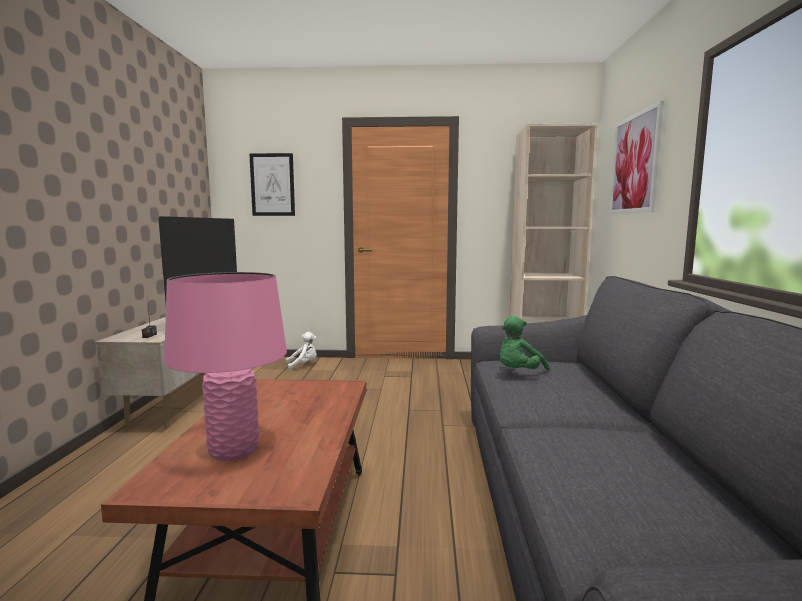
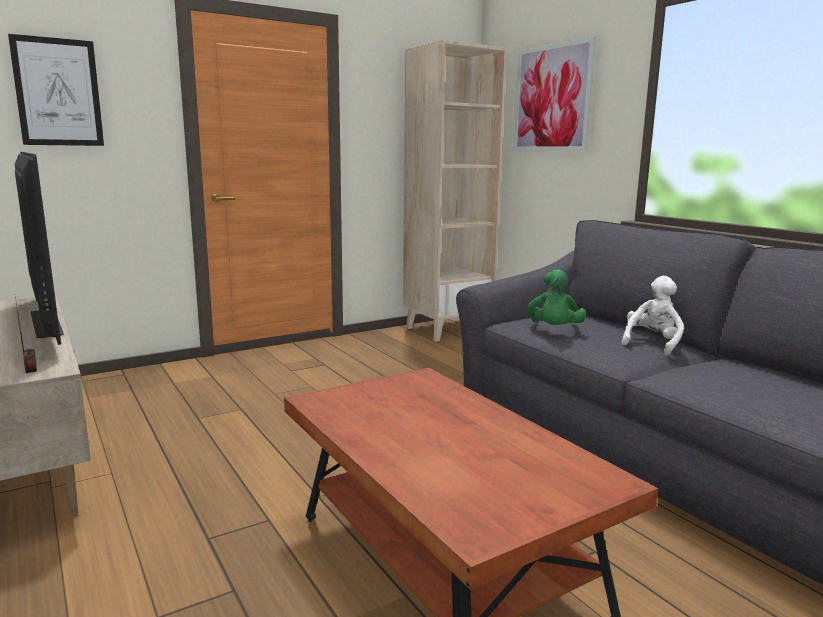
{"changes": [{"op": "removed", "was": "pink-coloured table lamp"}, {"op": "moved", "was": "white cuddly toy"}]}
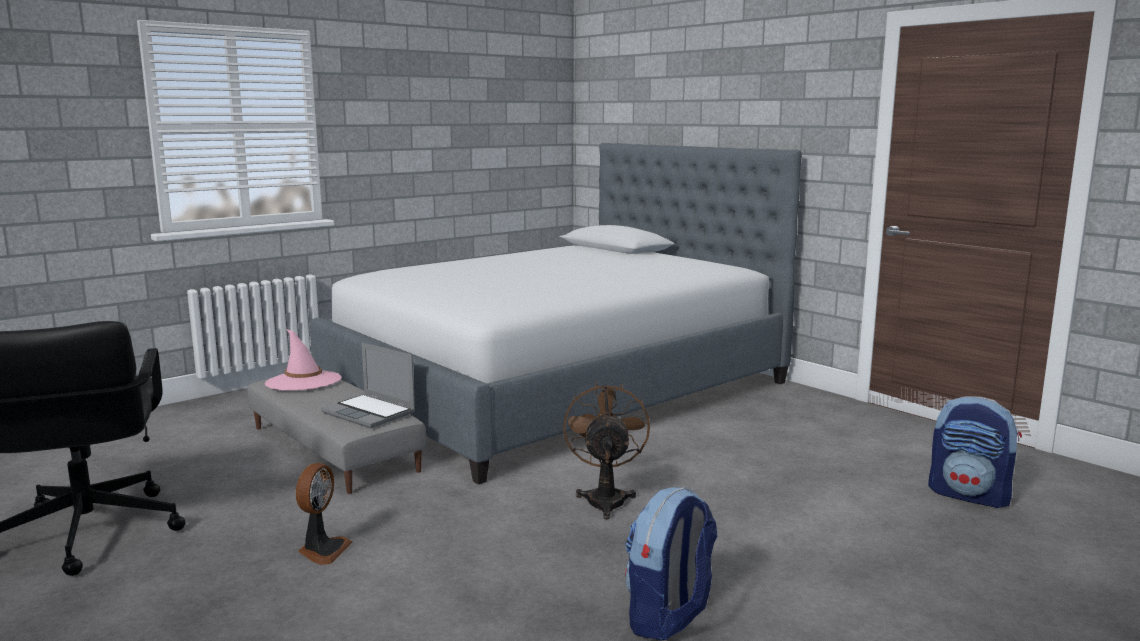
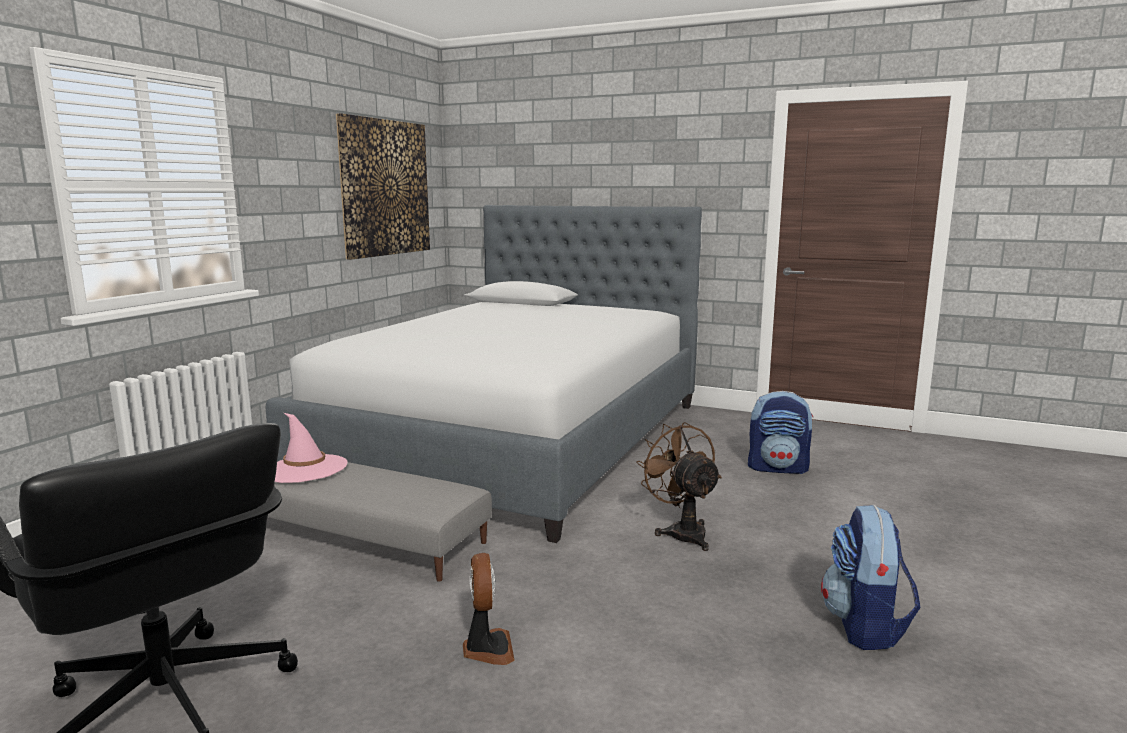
{"changes": [{"op": "removed", "was": "laptop"}, {"op": "moved", "was": "knapsack (2nd from left in the first image)", "now": "knapsack (1st from left)"}, {"op": "added", "now": "picture"}]}
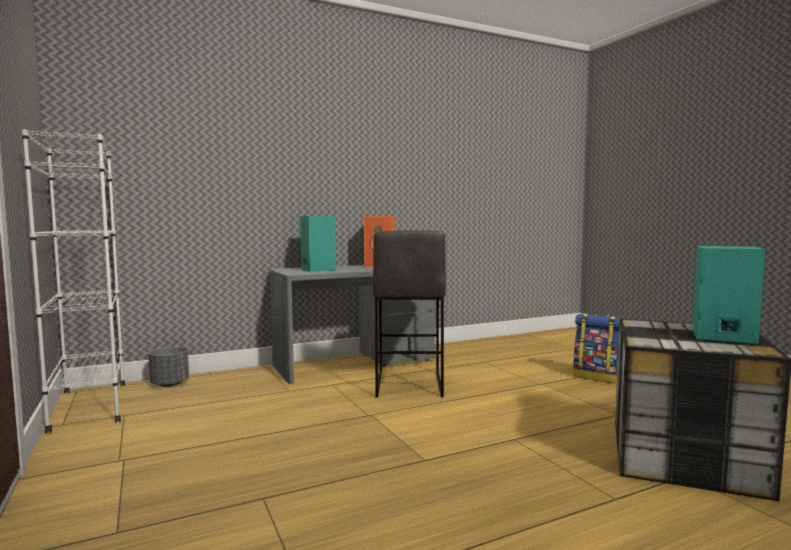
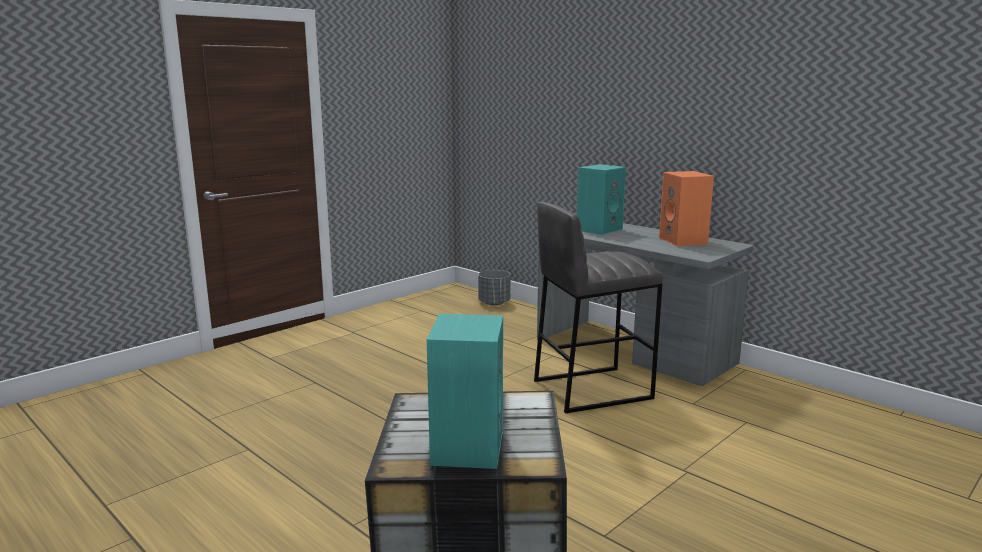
{"changes": [{"op": "removed", "was": "white bookcase"}, {"op": "removed", "was": "knapsack"}]}
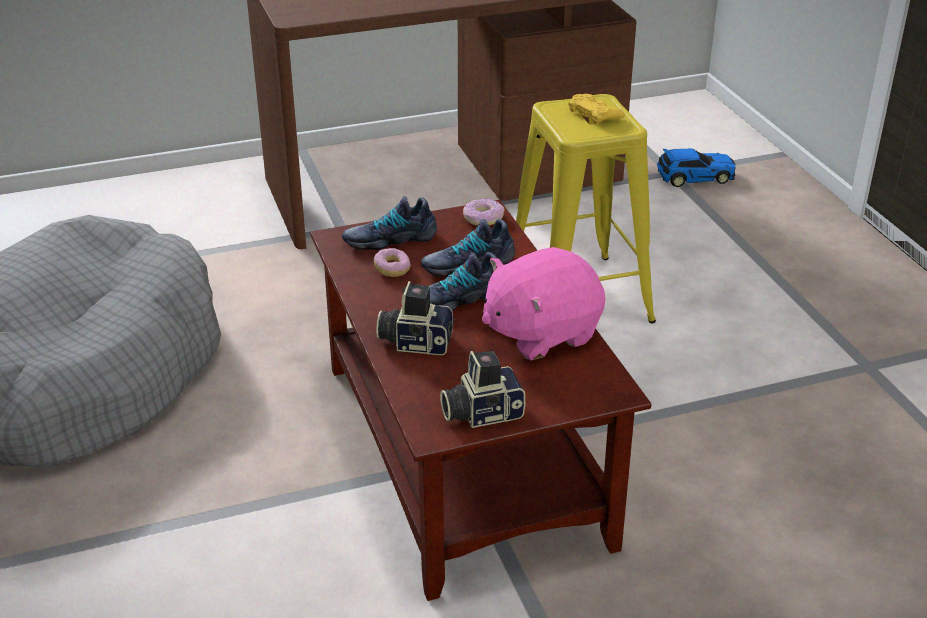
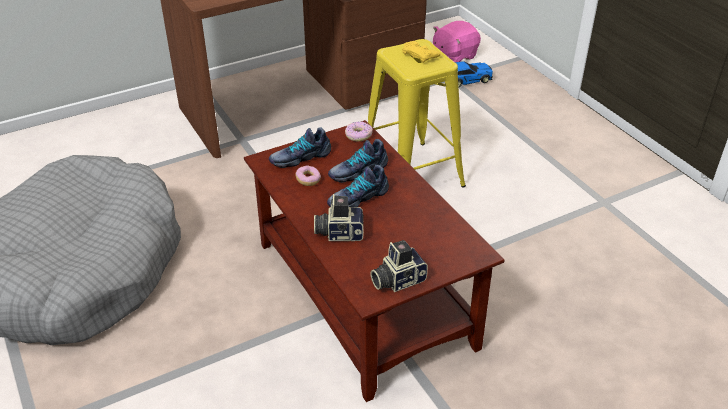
{"changes": [{"op": "moved", "was": "pink-coloured cuddly toy"}]}
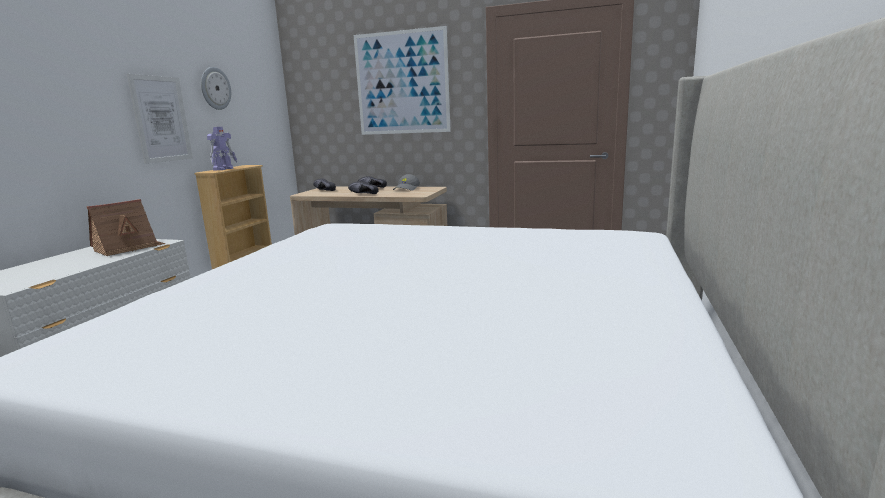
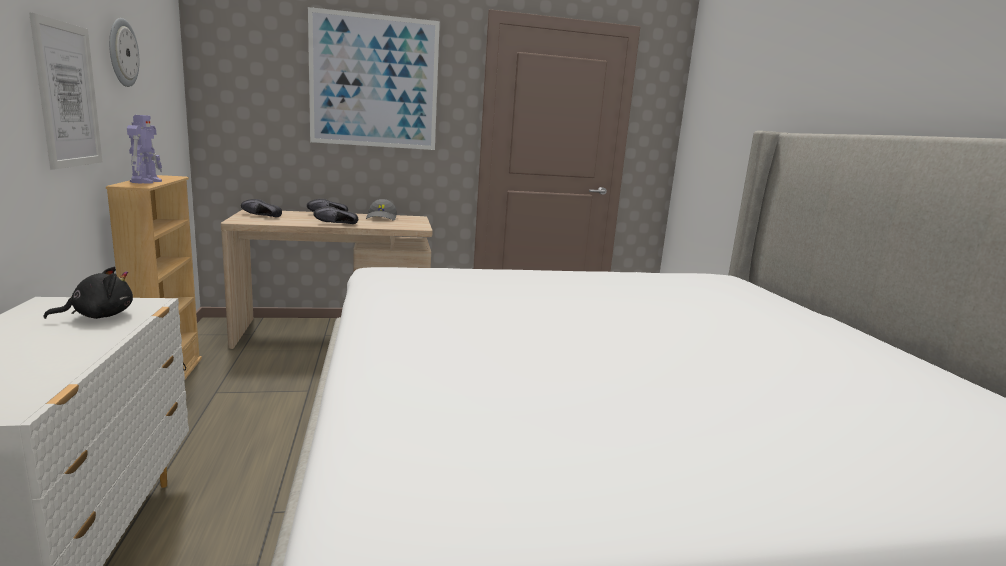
{"changes": [{"op": "replaced", "was": "miniature house", "now": "black-coloured cuddly toy"}]}
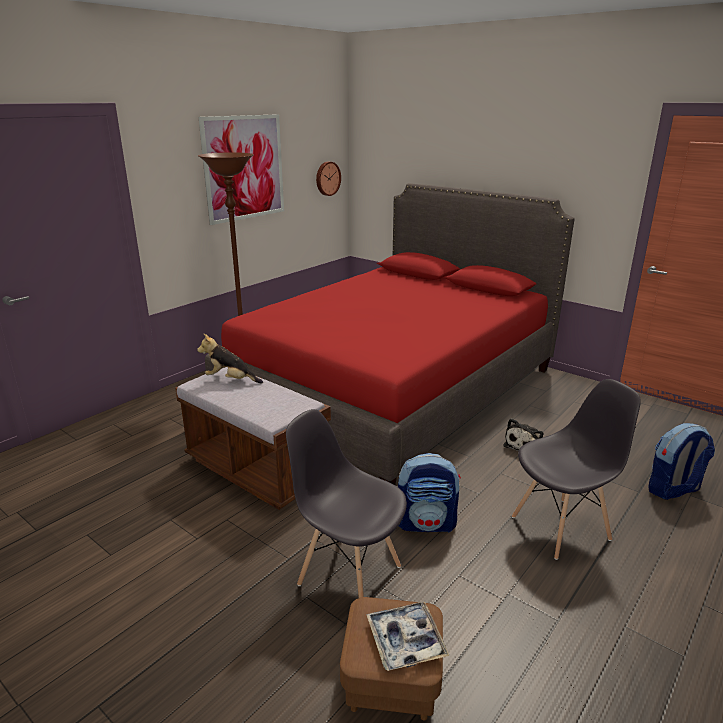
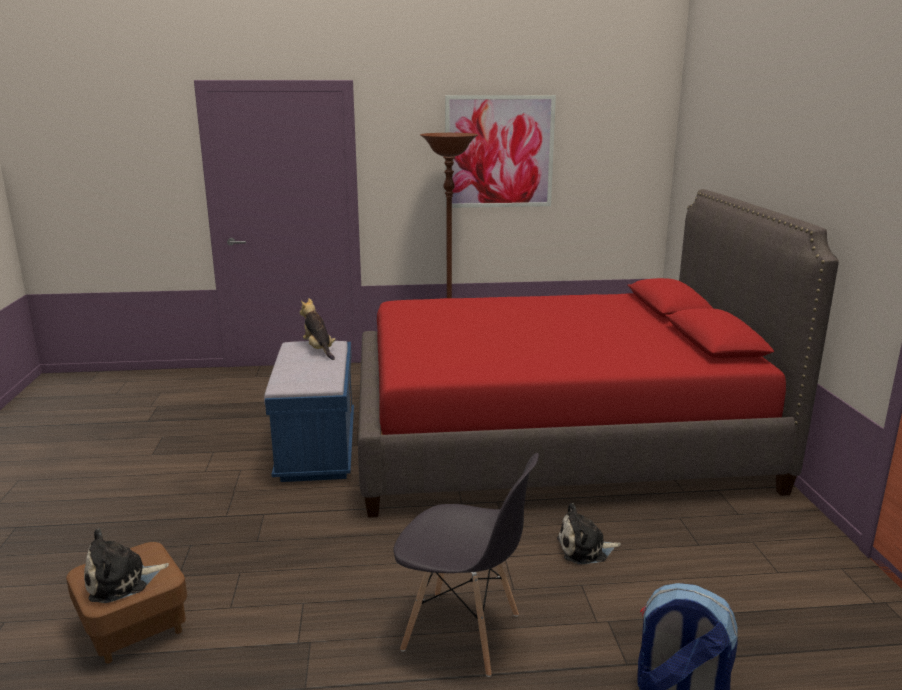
{"changes": [{"op": "recoloured", "was": "brownish long seat", "now": "blue-coloured long seat"}, {"op": "removed", "was": "greyish upright chair (1st from left)"}, {"op": "removed", "was": "wall clock"}, {"op": "replaced", "was": "tray", "now": "cuddly toy (1st from left)"}, {"op": "removed", "was": "knapsack (1st from left)"}]}
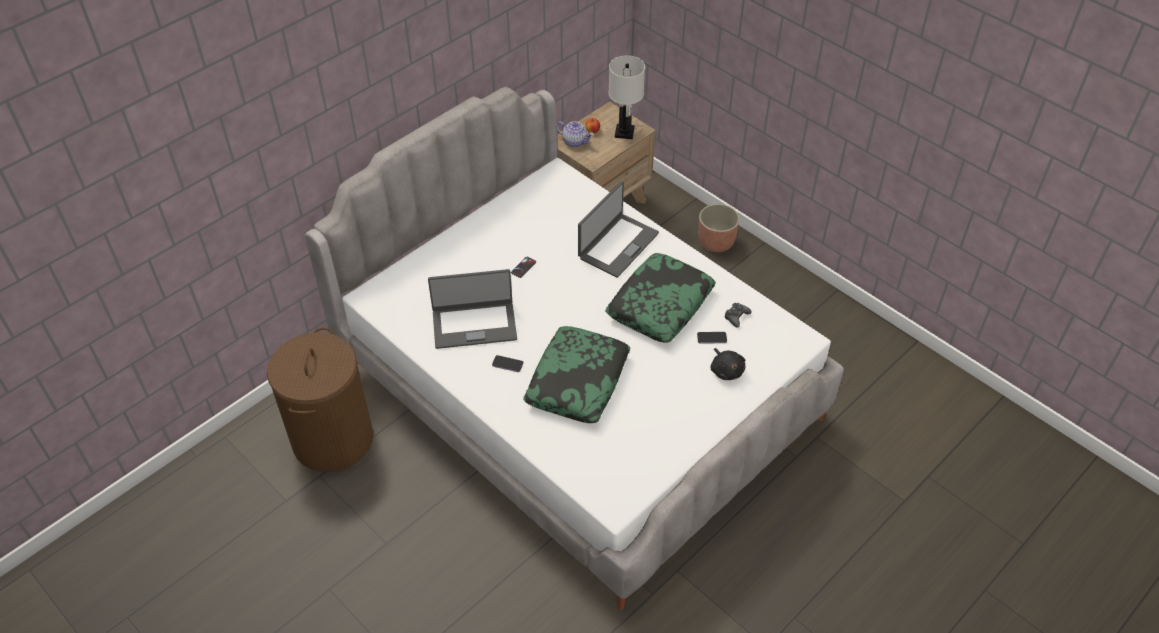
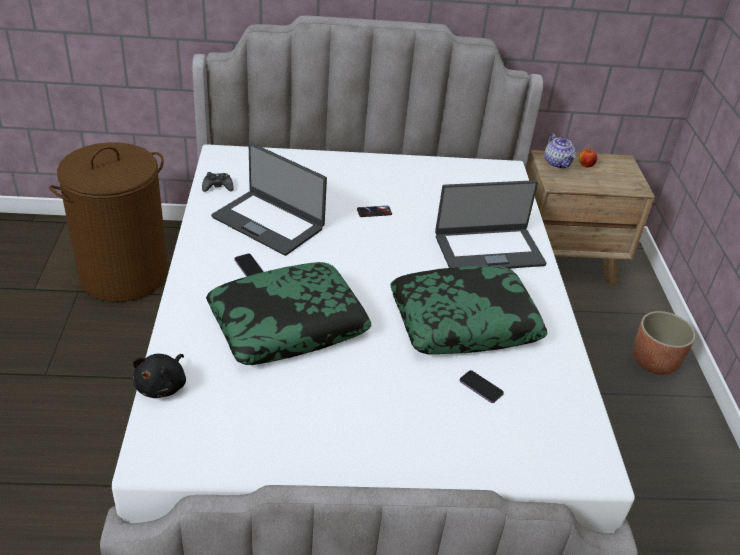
{"changes": [{"op": "removed", "was": "white table lamp"}, {"op": "moved", "was": "black-coloured cuddly toy"}, {"op": "moved", "was": "black-coloured gamepad"}]}
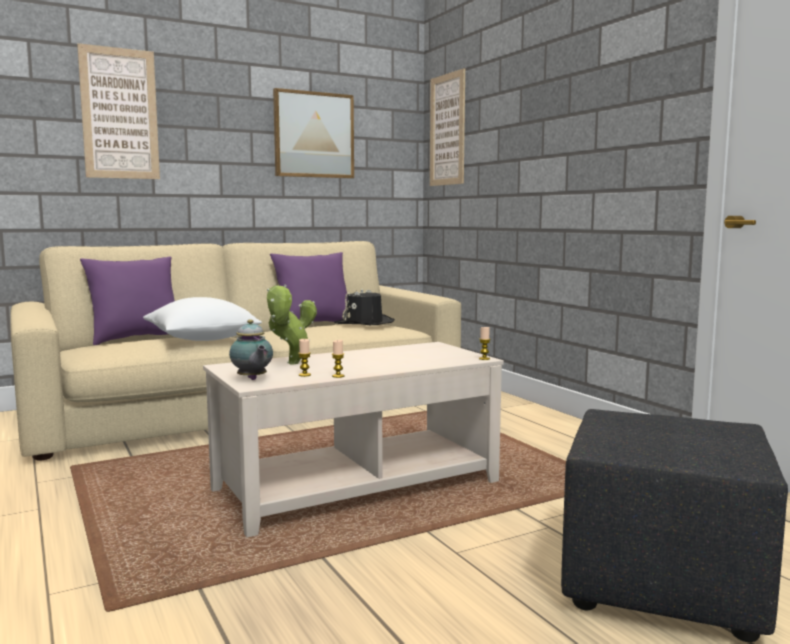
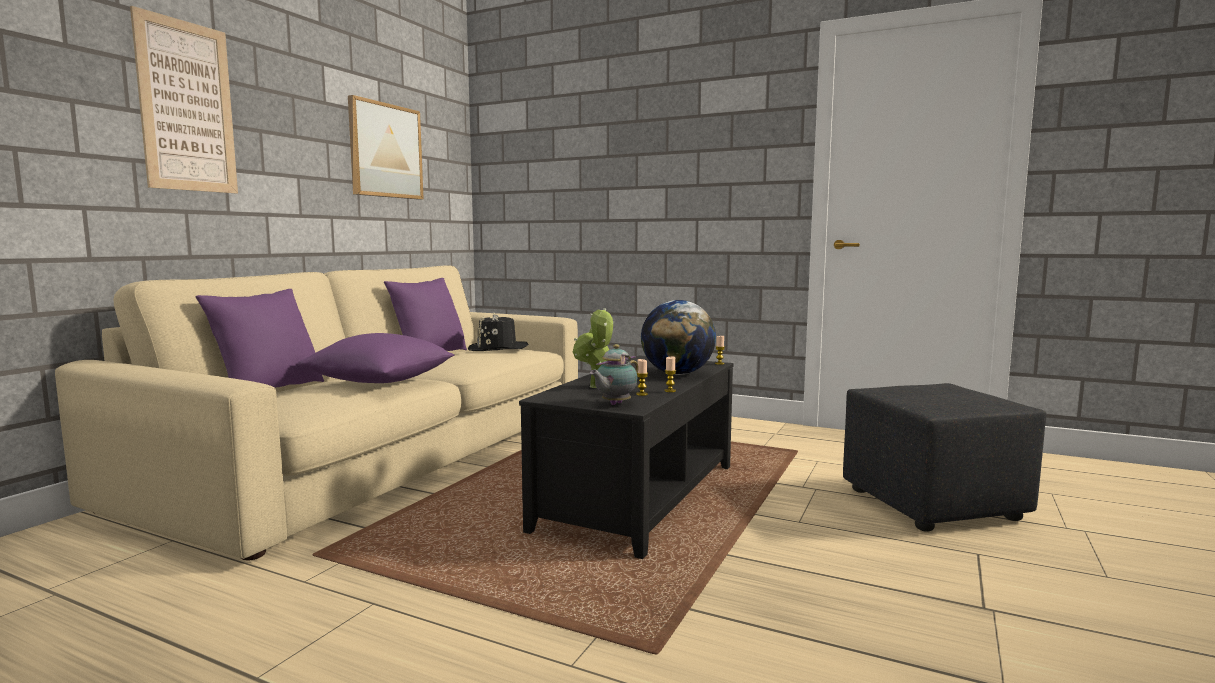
{"changes": [{"op": "recoloured", "was": "white cushion", "now": "purplish cushion (2nd from left)"}, {"op": "recoloured", "was": "beige-coloured low table", "now": "black-coloured low table"}, {"op": "turned", "was": "teapot", "clockwise": 105}, {"op": "removed", "was": "picture (3rd from left)"}, {"op": "added", "now": "world globe"}]}
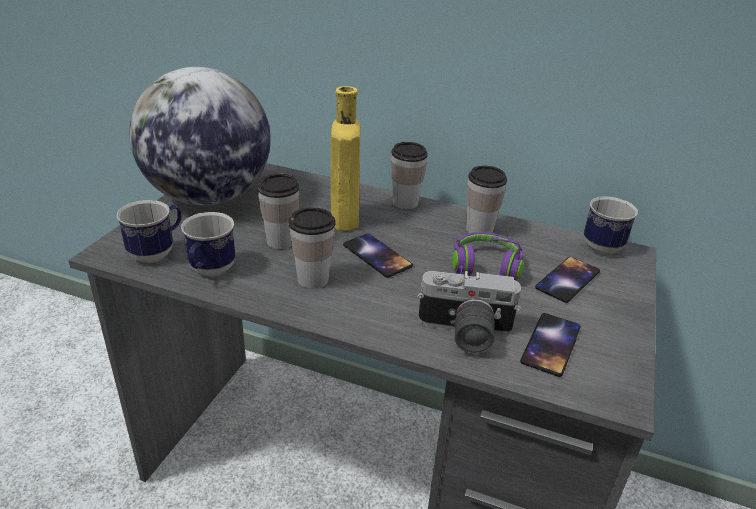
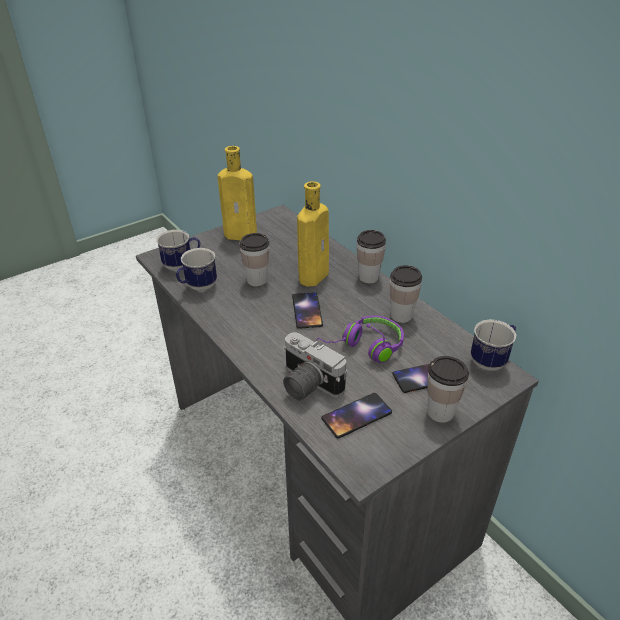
{"changes": [{"op": "replaced", "was": "world globe", "now": "yellowish beverage bottle (1st from left)"}, {"op": "moved", "was": "small cup (2nd from left in the first image)", "now": "small cup (4th from left)"}]}
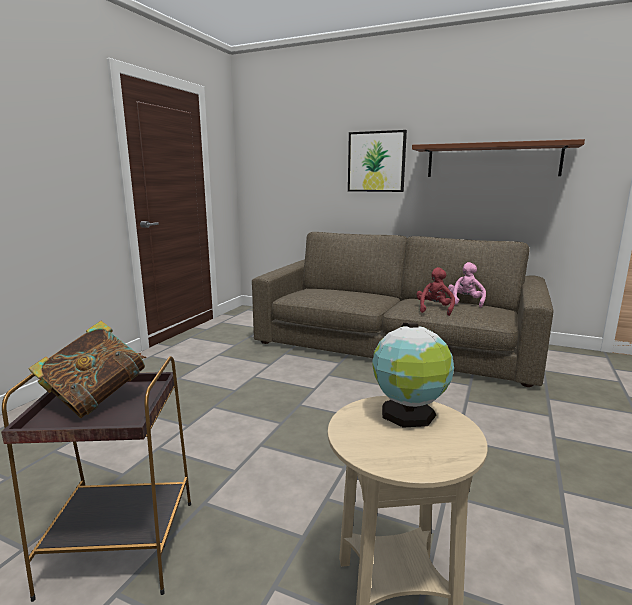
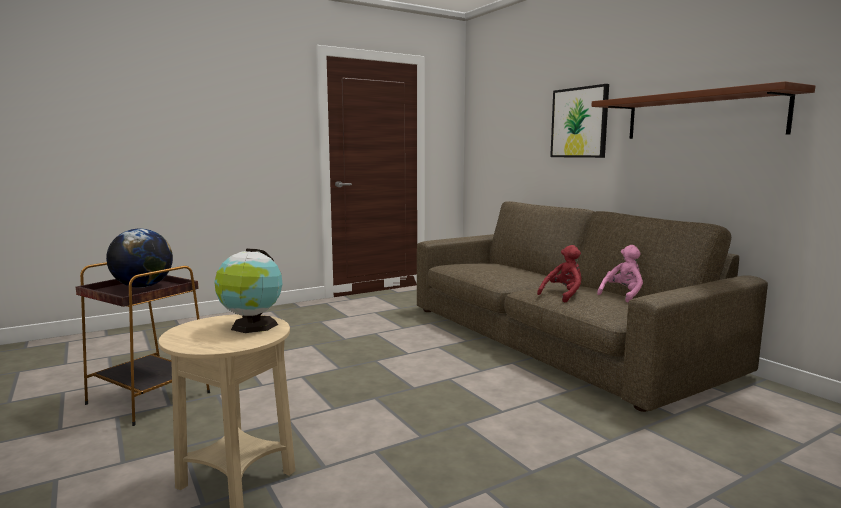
{"changes": [{"op": "replaced", "was": "bound book", "now": "world globe (1st from left)"}]}
